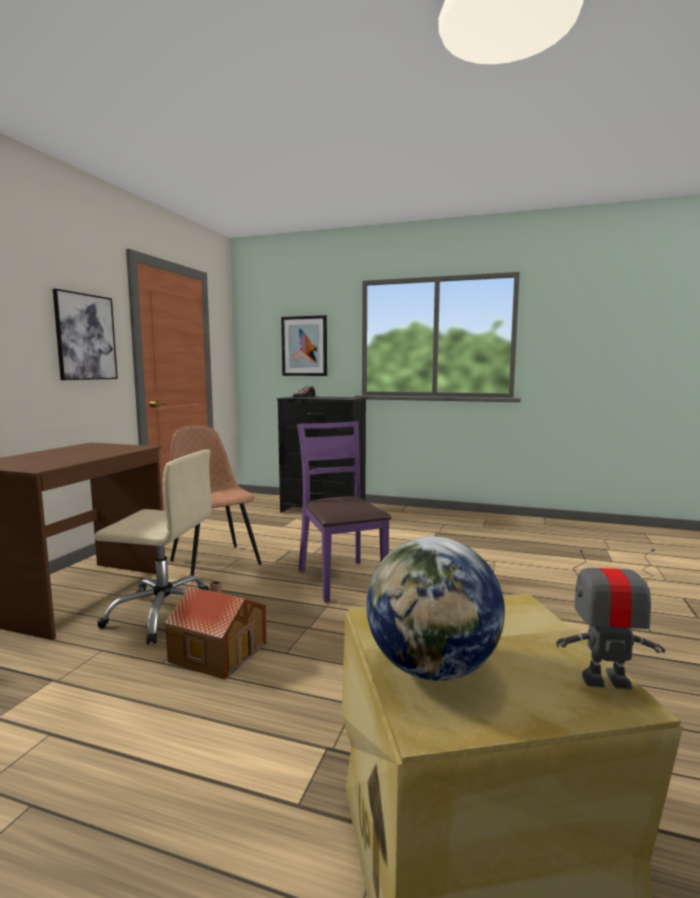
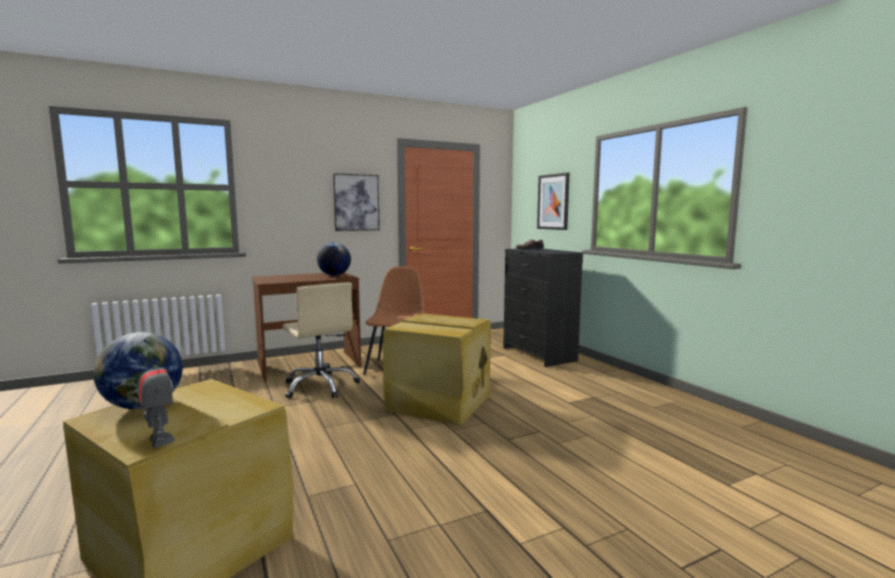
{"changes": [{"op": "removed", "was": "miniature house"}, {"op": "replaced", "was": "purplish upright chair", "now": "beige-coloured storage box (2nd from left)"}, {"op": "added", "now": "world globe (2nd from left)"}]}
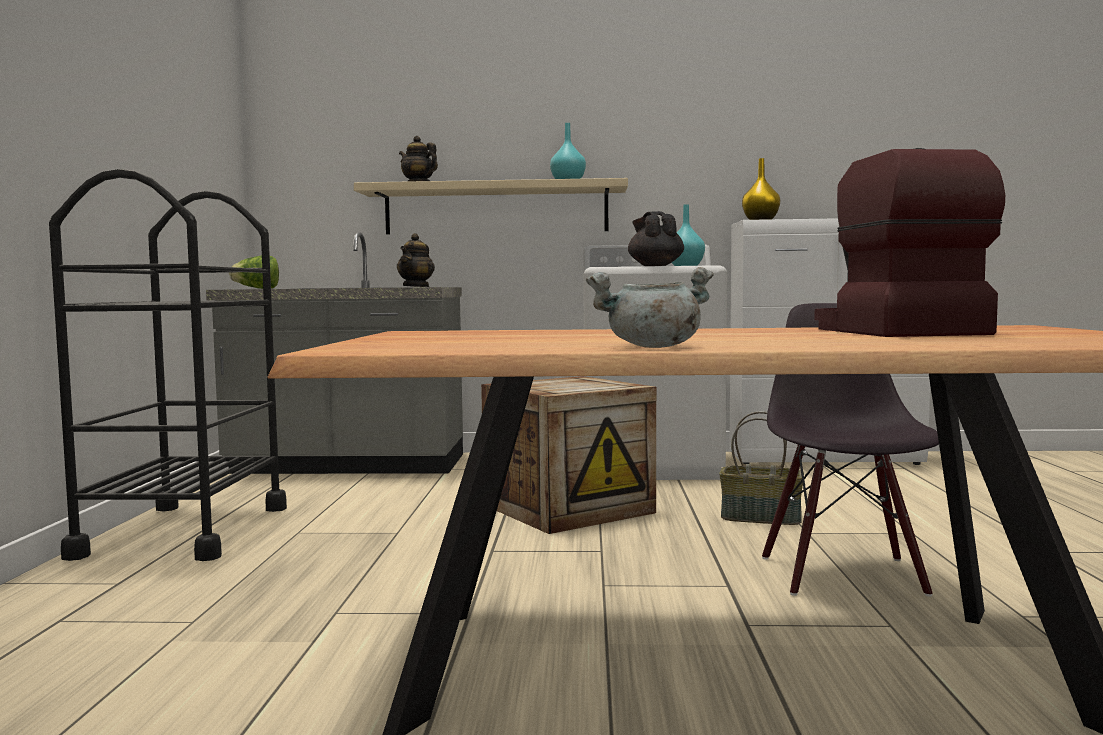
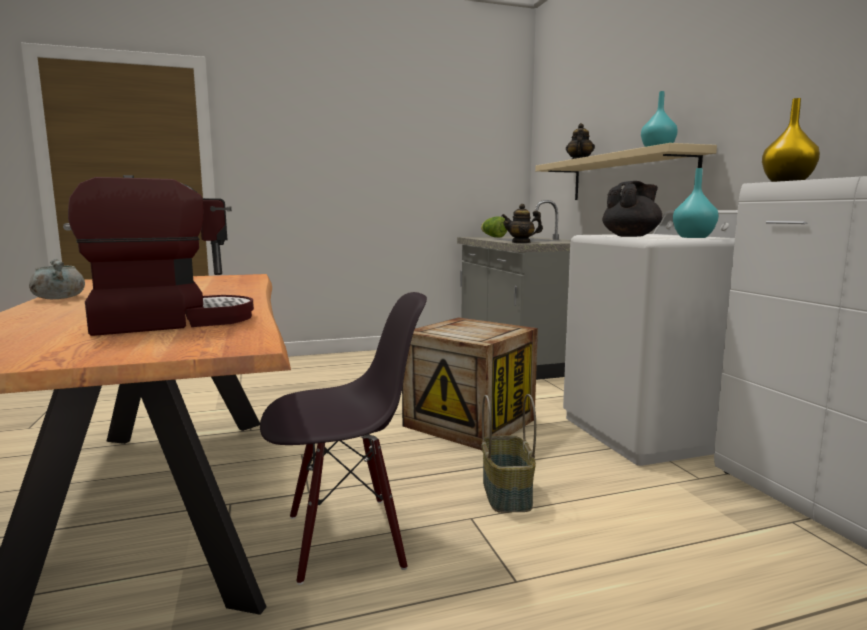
{"changes": [{"op": "removed", "was": "black-coloured trolley"}]}
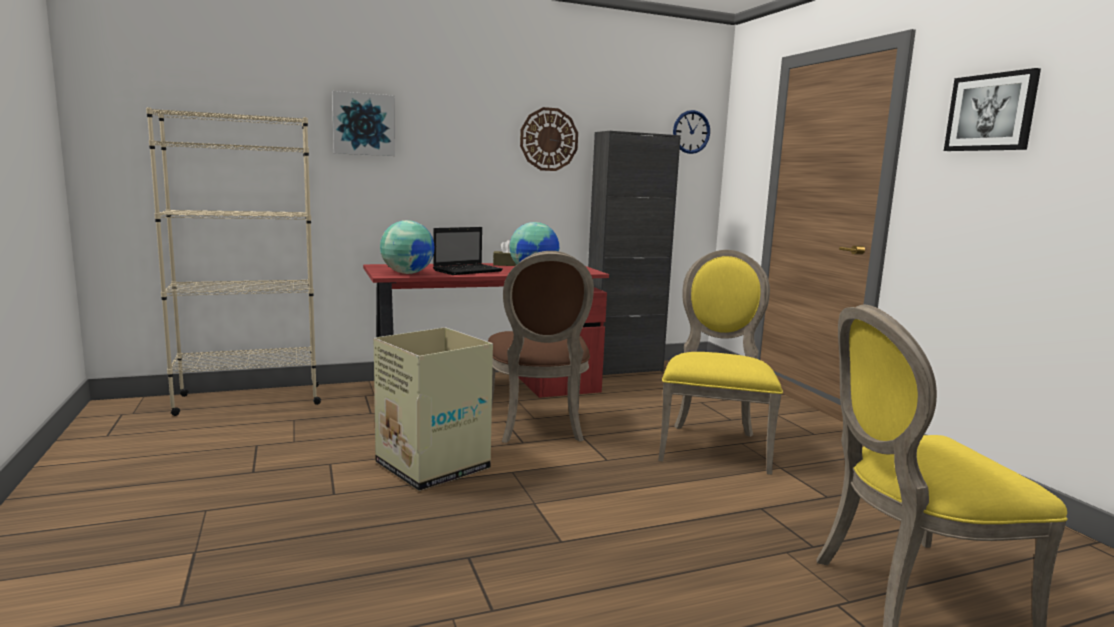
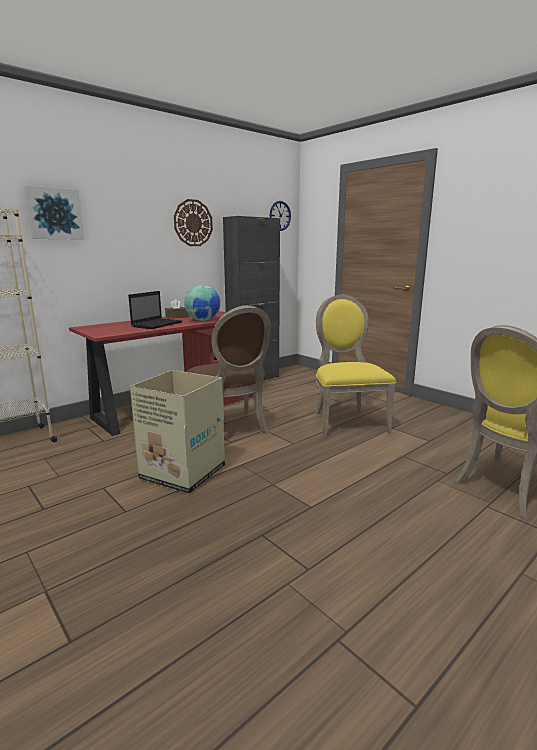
{"changes": [{"op": "removed", "was": "world globe (1st from left)"}, {"op": "removed", "was": "picture (2nd from left)"}]}
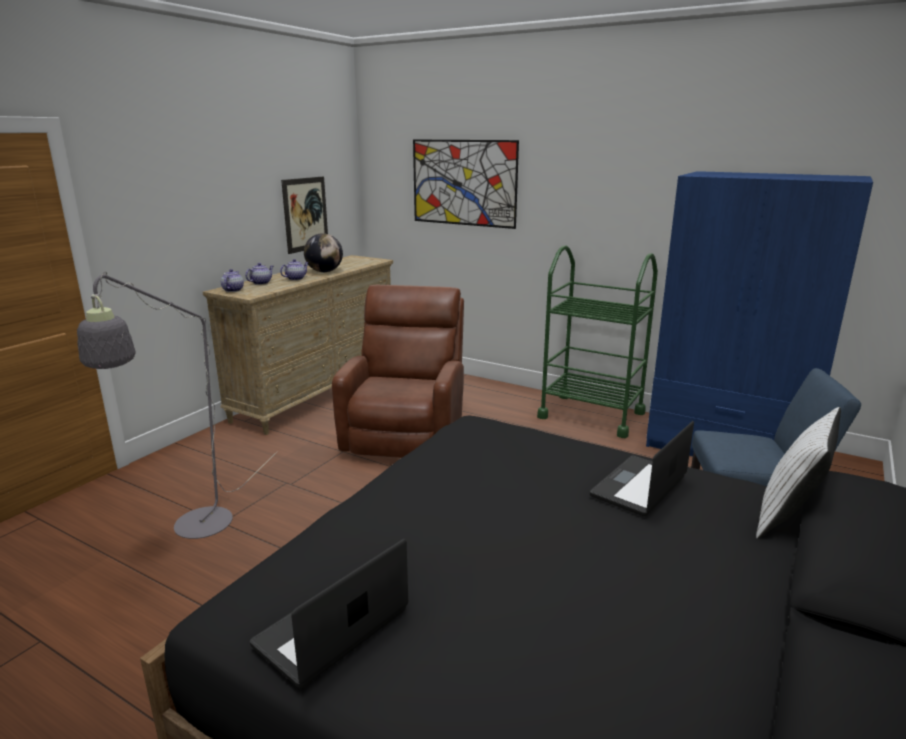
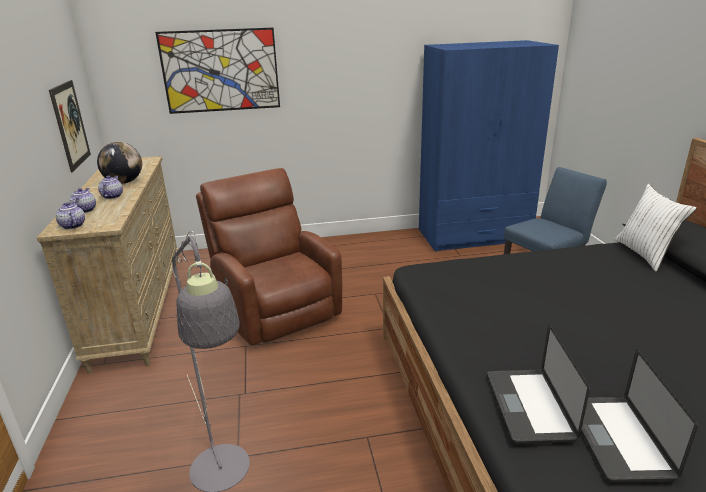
{"changes": [{"op": "removed", "was": "green trolley"}, {"op": "moved", "was": "laptop (2nd from left in the first image)", "now": "laptop (1st from left)"}]}
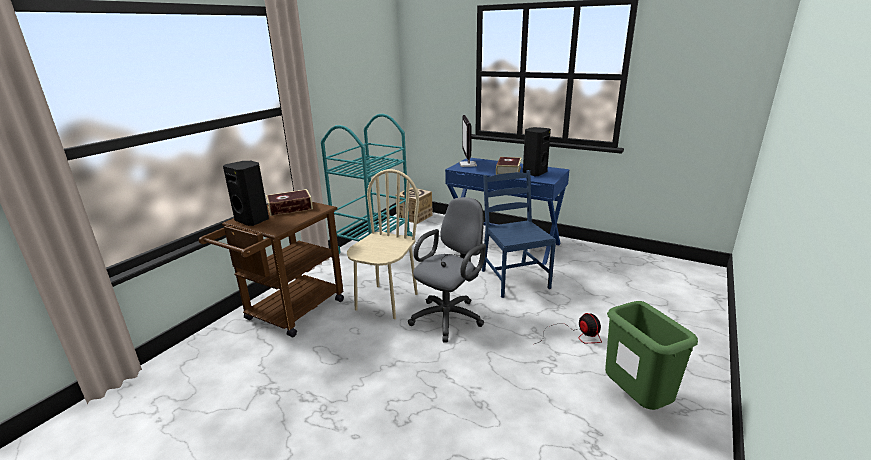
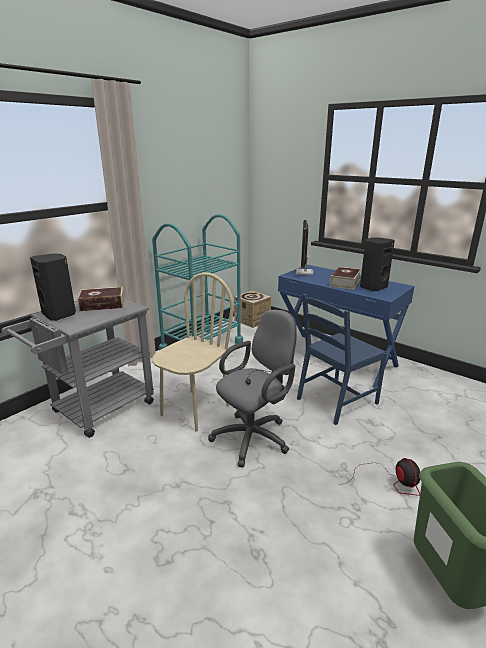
{"changes": [{"op": "recoloured", "was": "brownish trolley", "now": "greyish trolley"}, {"op": "turned", "was": "blue-coloured upright chair", "clockwise": -120}]}
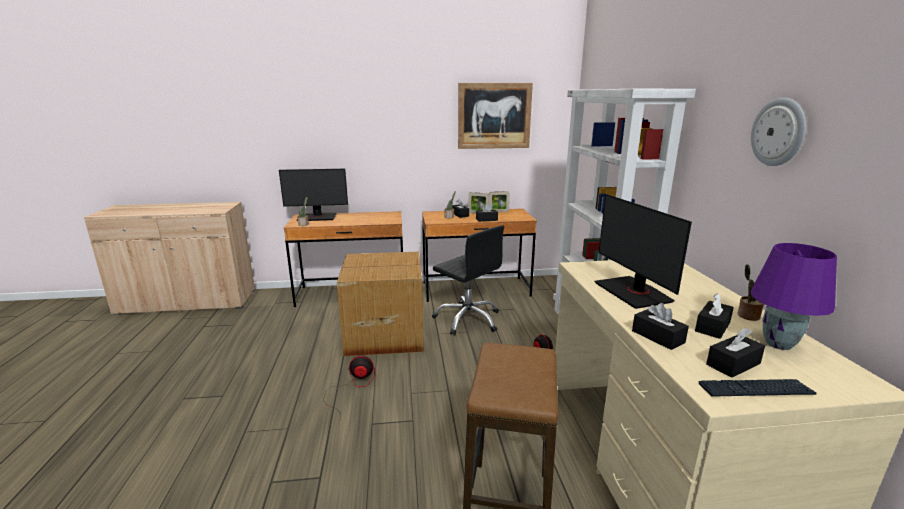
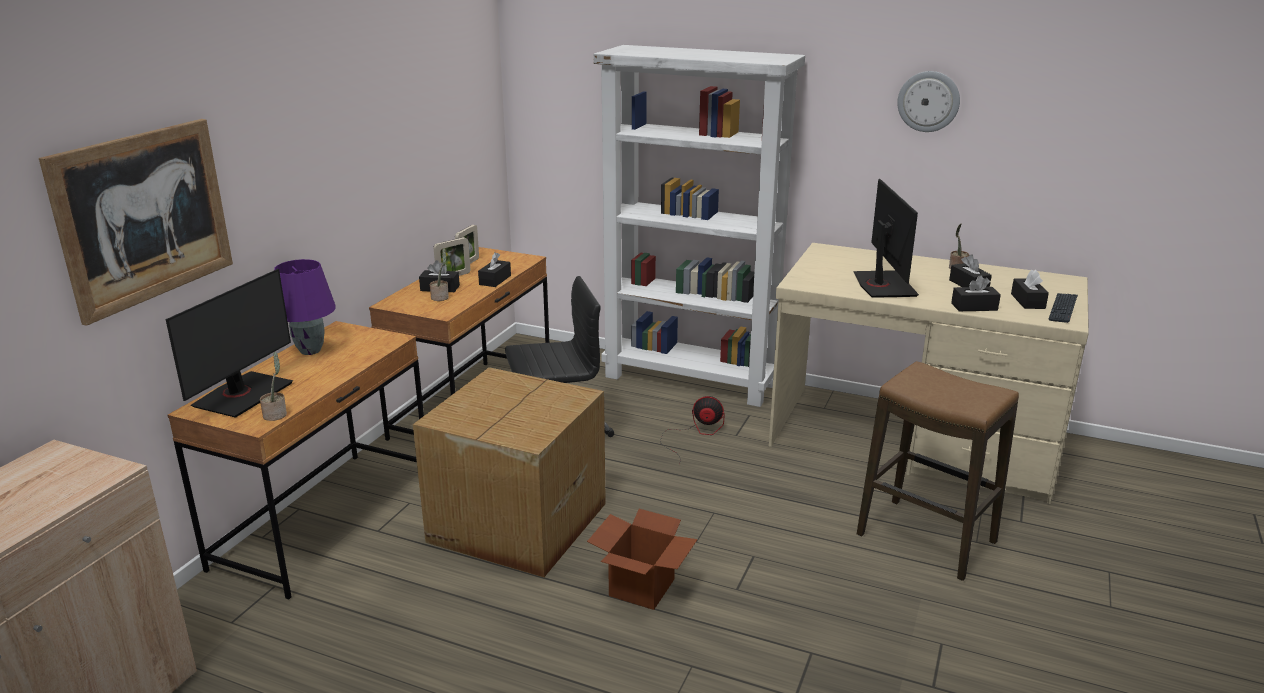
{"changes": [{"op": "replaced", "was": "cooling fan (1st from left)", "now": "packing box (2nd from left)"}, {"op": "moved", "was": "picture"}, {"op": "turned", "was": "computer screen (2nd from left)", "clockwise": -105}, {"op": "moved", "was": "purplish table lamp"}]}
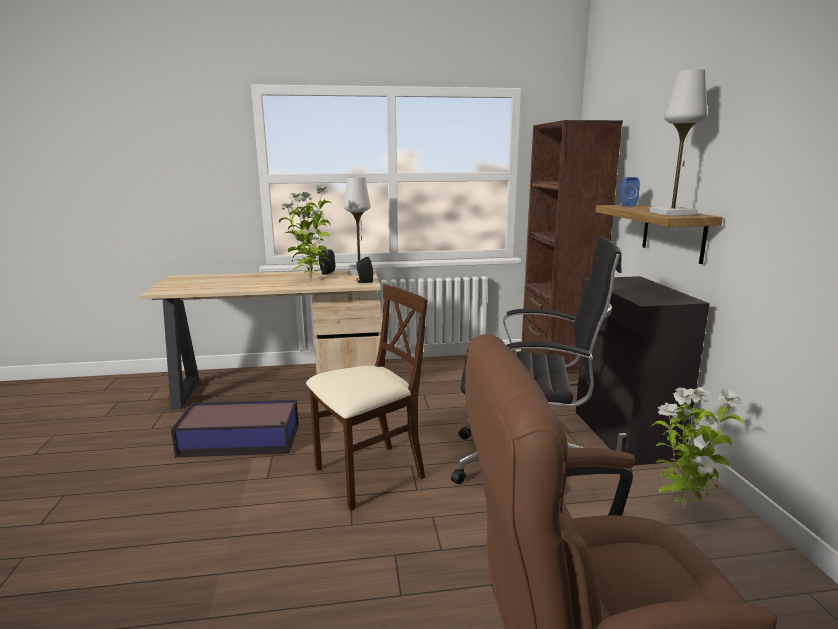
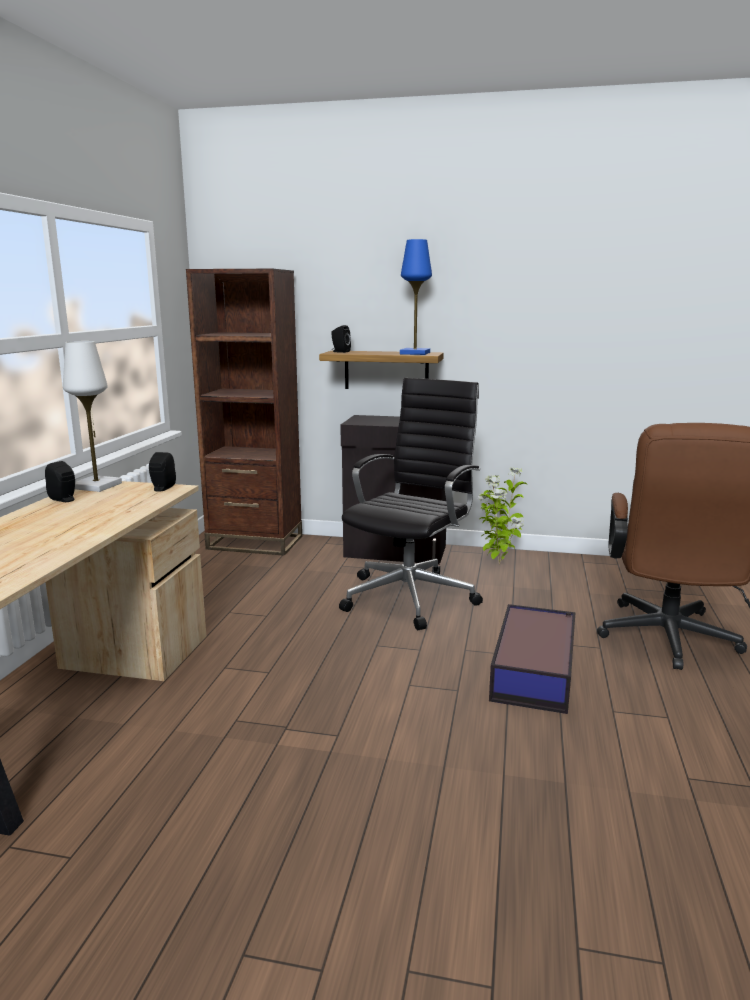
{"changes": [{"op": "moved", "was": "storage box"}, {"op": "removed", "was": "houseplant (1st from left)"}, {"op": "removed", "was": "beige-coloured upright chair"}, {"op": "recoloured", "was": "blue-coloured audio speaker", "now": "black-coloured audio speaker (3rd from left)"}, {"op": "recoloured", "was": "white table lamp (2nd from left)", "now": "blue-coloured table lamp"}]}
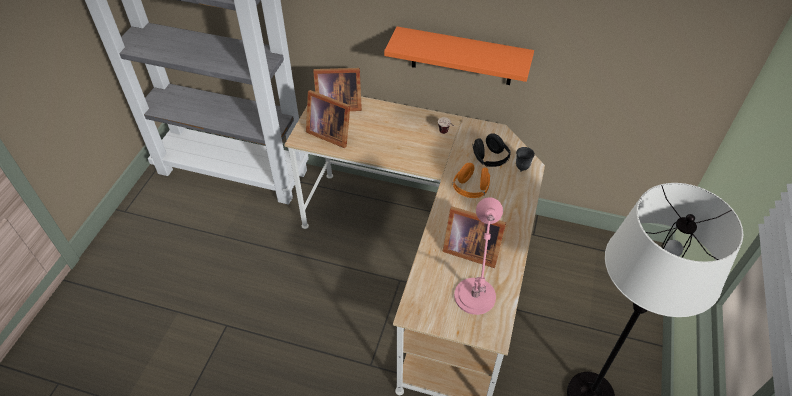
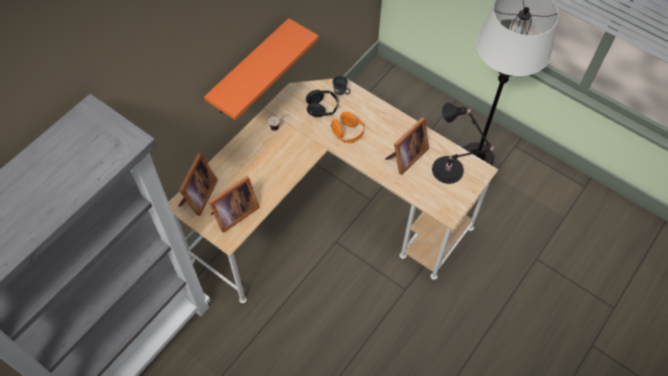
{"changes": [{"op": "recoloured", "was": "pink-coloured table lamp", "now": "black-coloured table lamp"}]}
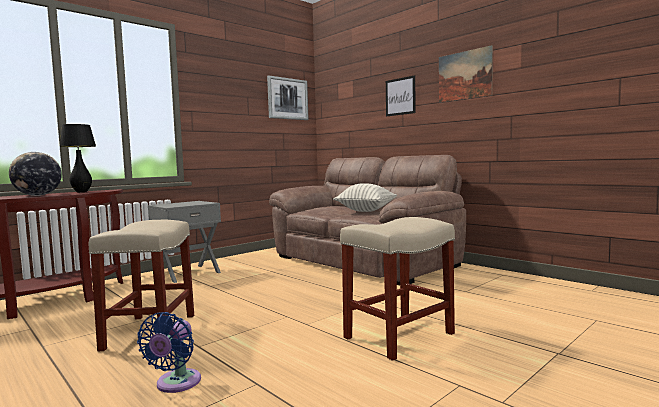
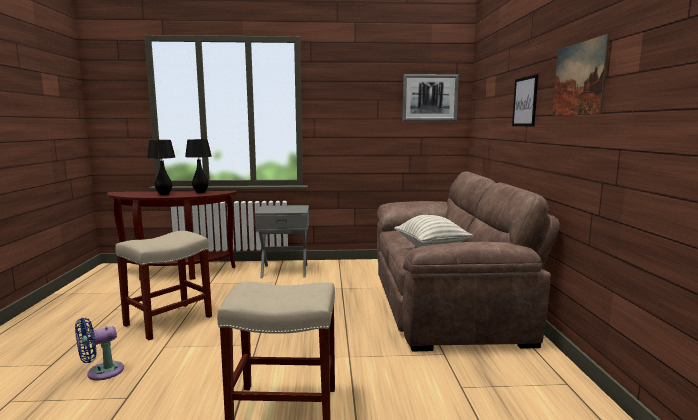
{"changes": [{"op": "replaced", "was": "world globe", "now": "black-coloured table lamp (1st from left)"}]}
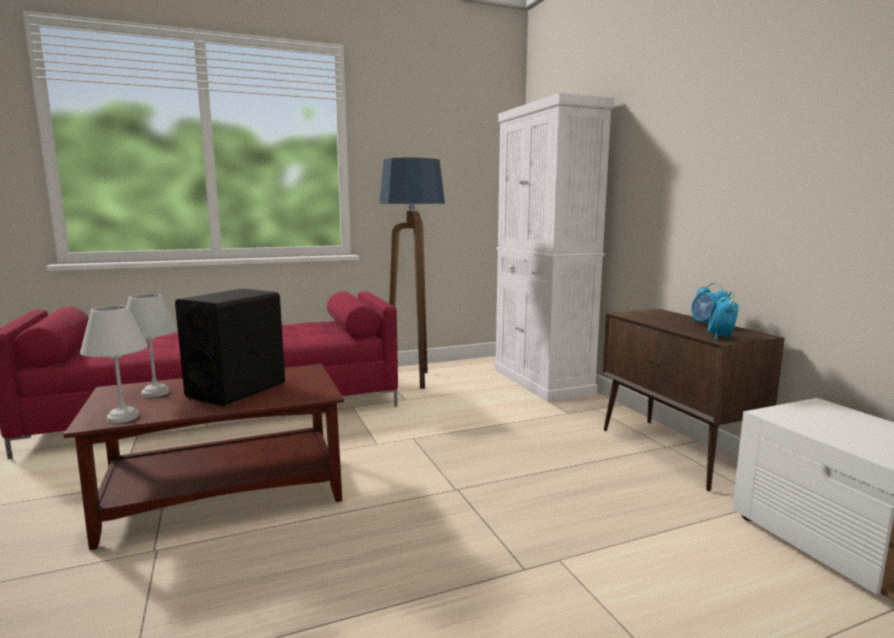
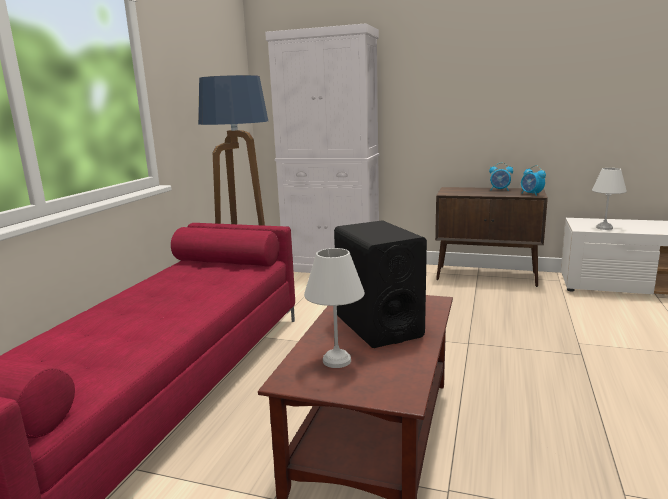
{"changes": [{"op": "moved", "was": "white table lamp (1st from left in the first image)", "now": "white table lamp (2nd from left)"}]}
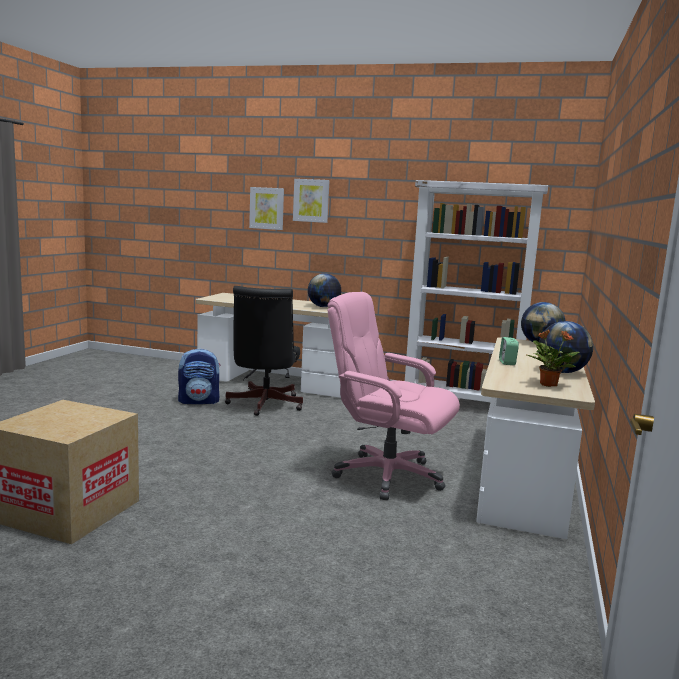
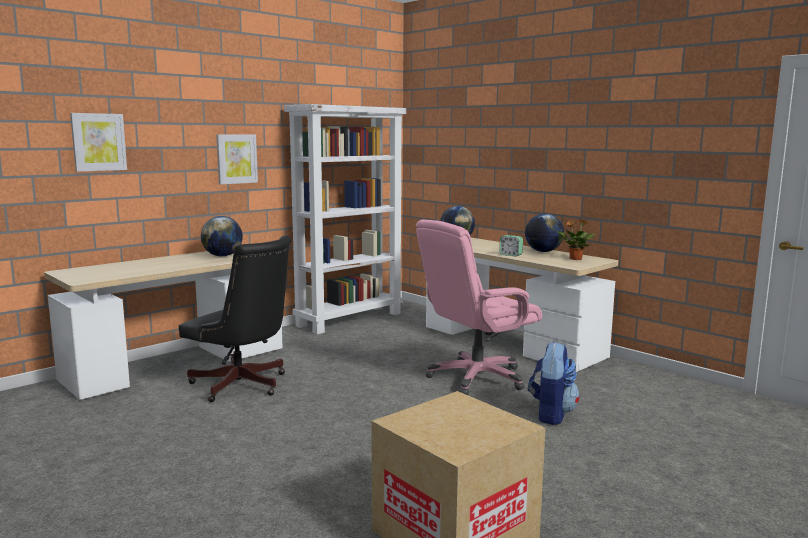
{"changes": [{"op": "moved", "was": "knapsack"}, {"op": "moved", "was": "picture (2nd from left)"}]}
